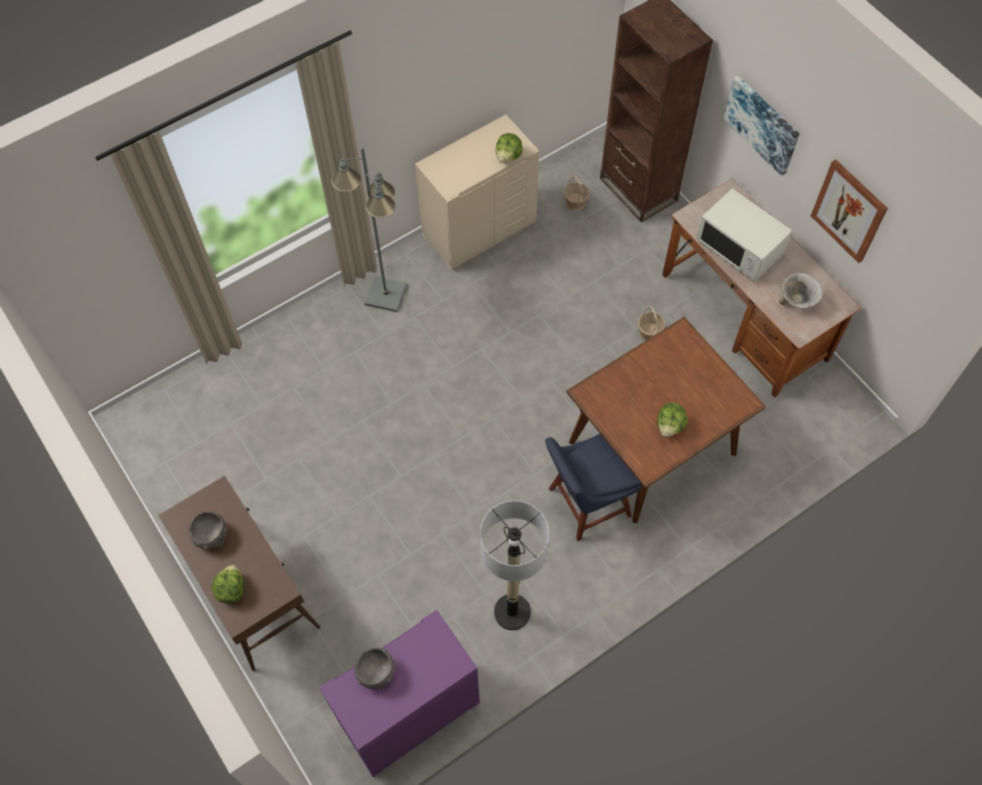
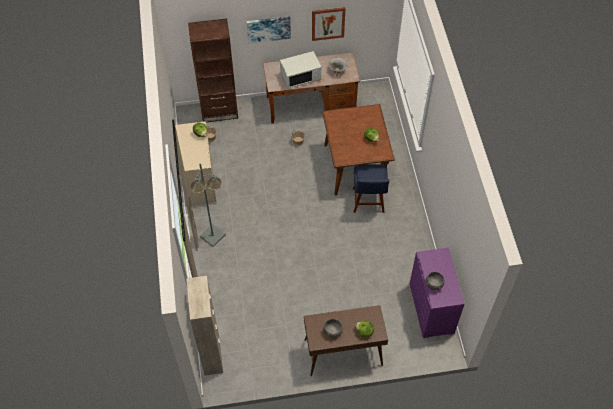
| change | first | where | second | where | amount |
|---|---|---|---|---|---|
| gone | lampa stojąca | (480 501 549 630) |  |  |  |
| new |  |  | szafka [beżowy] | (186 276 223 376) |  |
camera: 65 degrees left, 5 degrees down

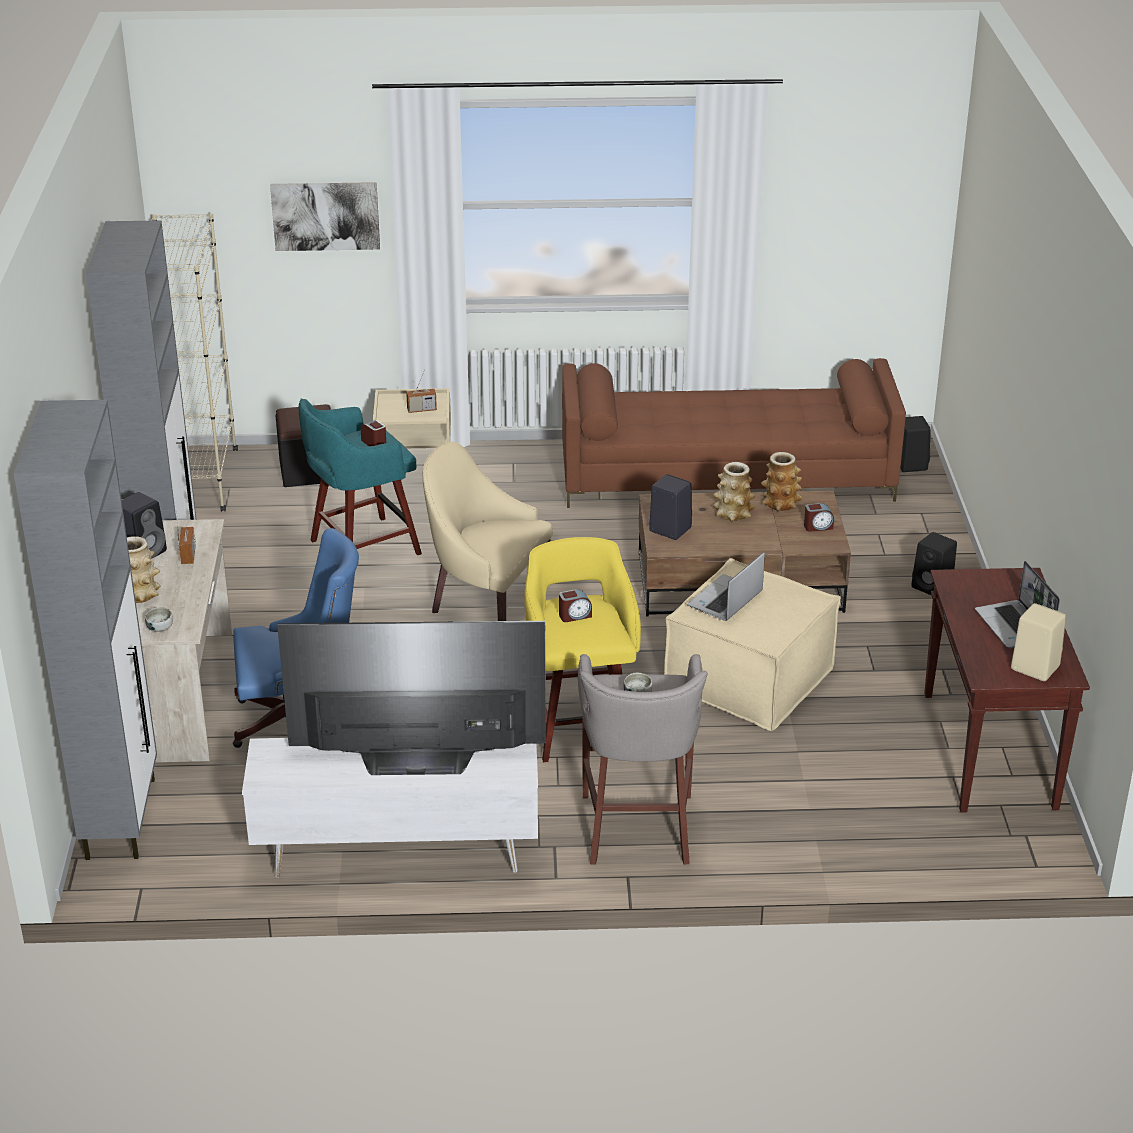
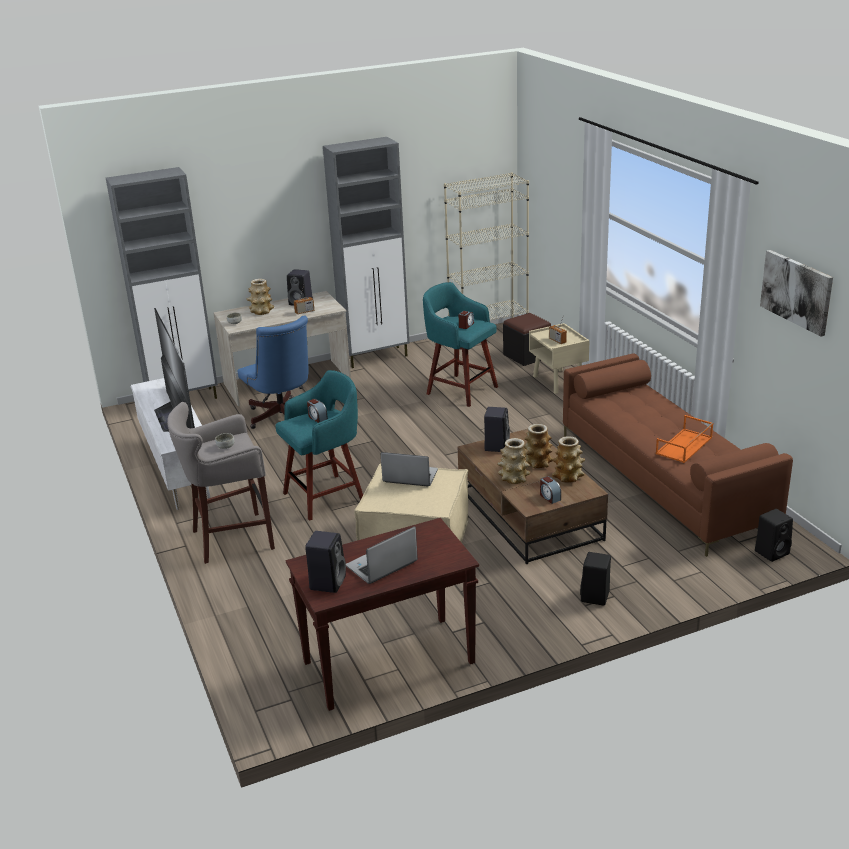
| change | first | where | second | where | amount |
|---|---|---|---|---|---|
| shifted | obraz | (270 182 380 251) |  | (760 250 833 337) |  |
| gone | fotel [beżowy] | (422 442 553 621) |  |  |  |
| repainted | stołek [żółty] | (524 537 641 762) | stołek [turkusowy] | (275 370 363 521) |  |
| repainted | głośnik [beżowy] | (1011 603 1066 681) | głośnik [czarny] | (305 531 346 593) |  |
| new |  |  | wazon | (497 438 530 484) |  |
| new |  |  | taca [pomarańczowy] | (656 415 713 463) |  |
camera: 70 degrees right, 5 degrees down

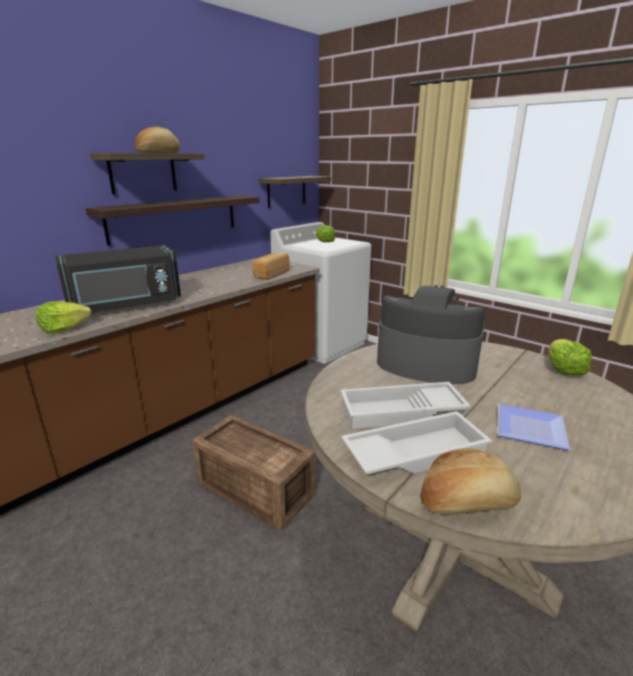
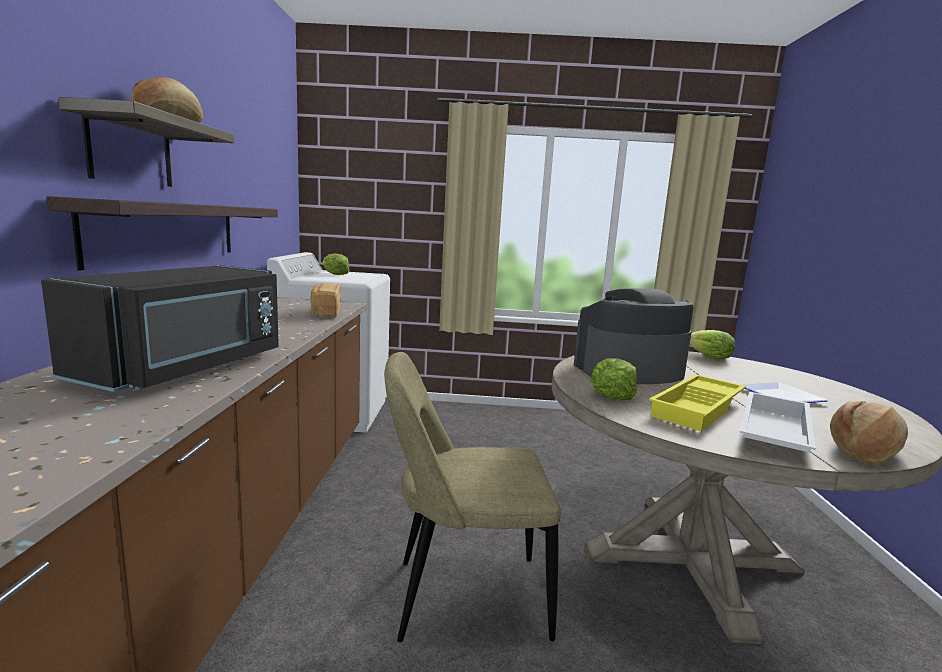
| change | first | where | second | where | amount |
|---|---|---|---|---|---|
| shifted | sałata | (36 301 92 334) |  | (591 358 637 400) |  |
| swapped | skrzynka | (192 415 315 531) | krzesło [beżowy] | (384 352 561 642) |  |
| gone | półka | (259 176 331 208) |  |  |  |
| repainted | taca [biały] | (340 382 471 429) | taca [żółty] | (649 374 746 431) |  |
camera: 40 degrees left, 10 degrees down

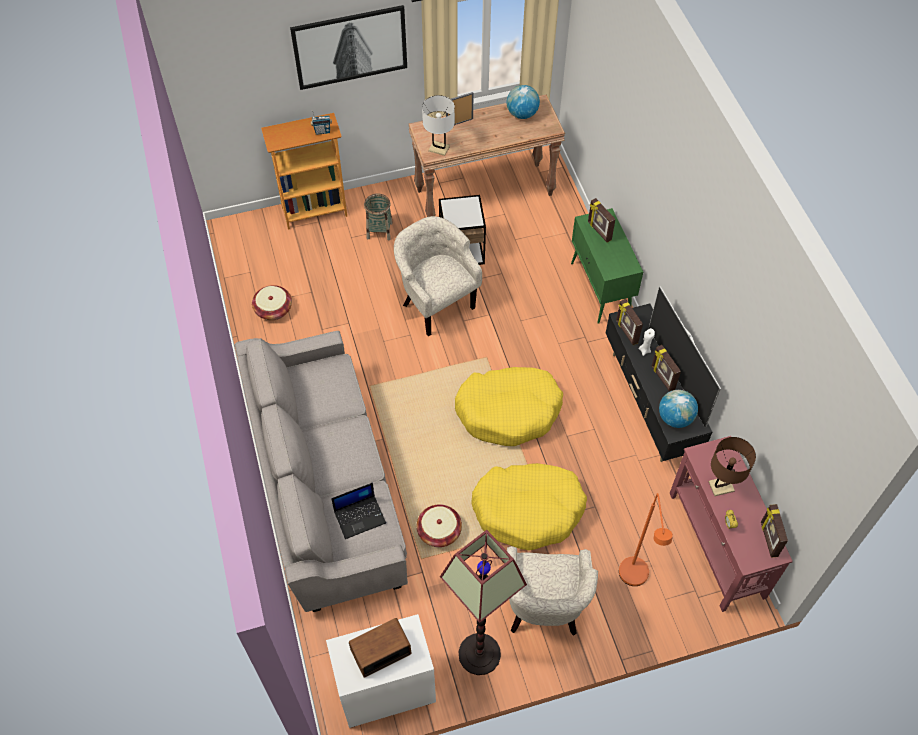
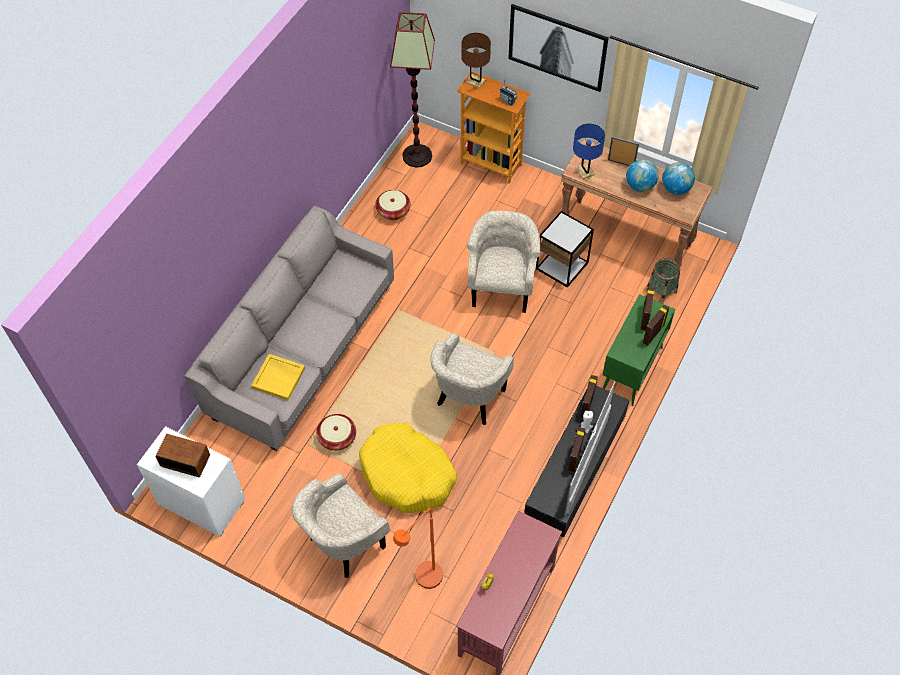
| change | first | where | second | where | amount |
|---|---|---|---|---|---|
| swapped | laptop | (331 483 386 539) | taca [żółty] | (251 354 305 400) |  |
| shifted | koszyk | (364 193 393 241) |  | (645 258 680 304) |  |
| repainted | lampa stołowa [biały] | (422 95 455 156) | lampa stołowa [niebieski] | (573 124 605 179) |  |
| shifted | lampa stojąca | (440 530 527 675) |  | (390 12 435 168) |  |
| swapped | legowisko [żółty] | (455 367 563 446) | fotel [beżowy] | (430 333 514 425) |  |
| shifted | globus | (659 390 698 428) |  | (626 159 659 192) |  |
| shifted | lampa stołowa [brązowy] | (709 437 756 496) |  | (461 33 491 88) |  |
| shifted | ramka na zdjęcie | (761 504 788 558) |  | (643 305 669 346) |  |
camera: 45 degrees right, 0 degrees up

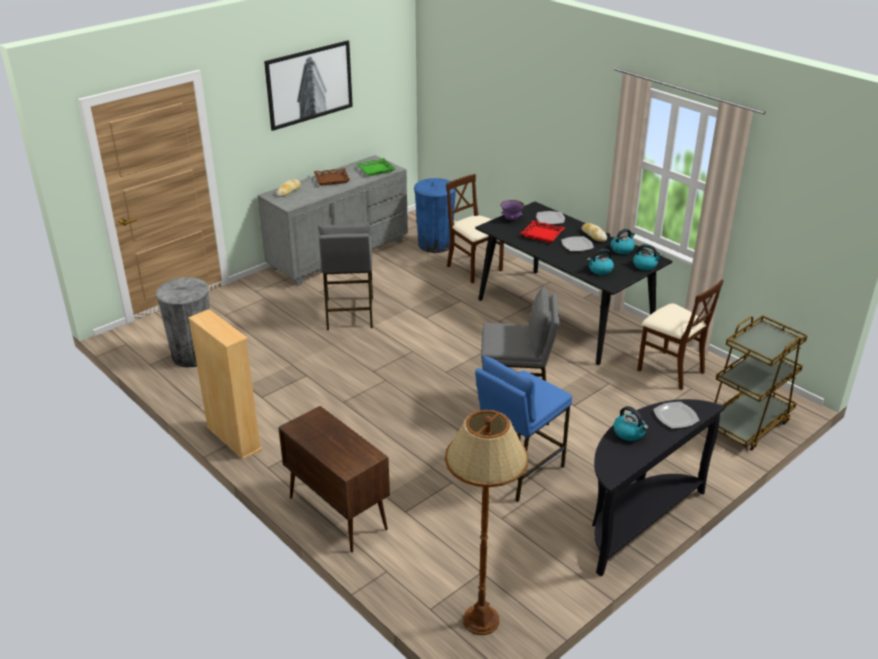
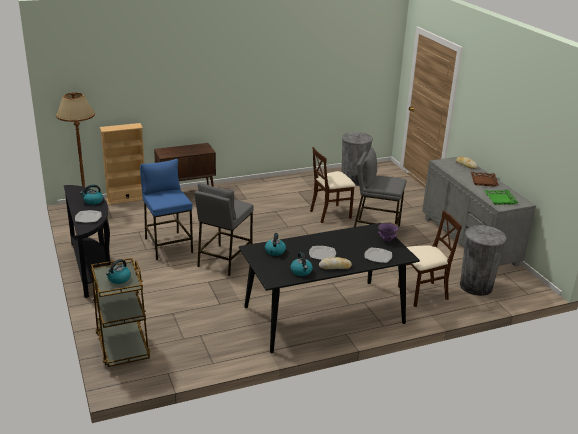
| change | first | where | second | where | amount |
|---|---|---|---|---|---|
| shifted | regał [beżowy] | (188 309 263 459) |  | (100 123 145 205) |  |
| gone | obraz | (264 40 353 131) |  |  |  |
| repainted | kosz na śmieci [niebieski] | (414 178 457 253) | kosz na śmieci [szary] | (460 225 506 296) |  |
| gone | taca [czerwony] | (520 220 565 243) |  |  |  |
| shifted | czajnik | (633 244 663 270) |  | (106 259 131 284) |  |
| shifted | krzesło [beżowy] | (637 280 724 390) |  | (310 147 356 223) |  |
camera: 110 degrees right, 5 degrees down

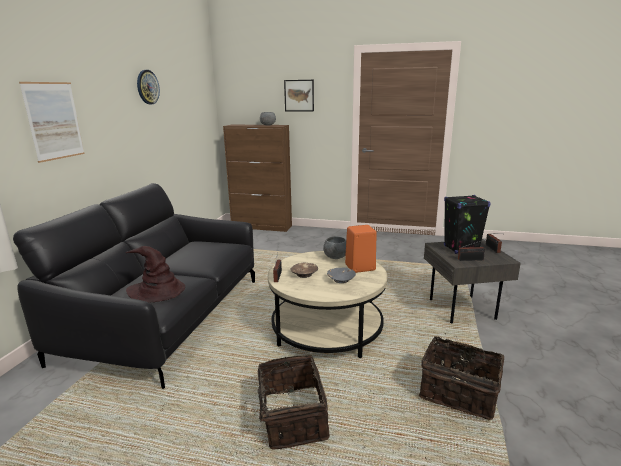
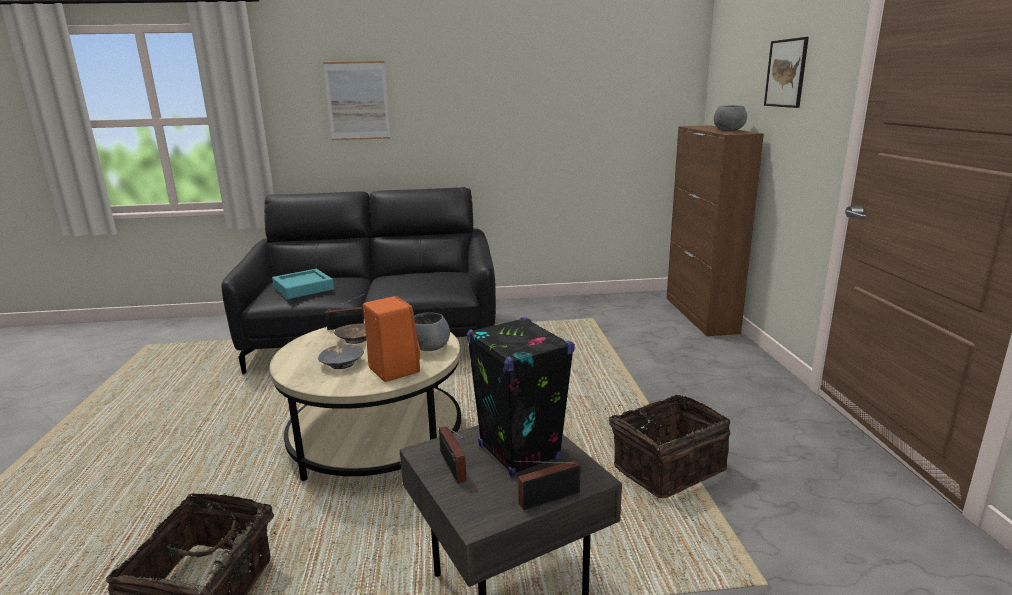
| change | first | where | second | where | amount |
|---|---|---|---|---|---|
| swapped | kapelusz [brązowy] | (126 246 185 303) | taca [turkusowy] | (272 269 334 299) |  |
| gone | zegar ścienny | (137 70 160 104) |  |  |  |
| shifted | koszyk | (244 355 330 450) |  | (605 395 730 498) |  |
camera: 70 degrees right, 0 degrees up

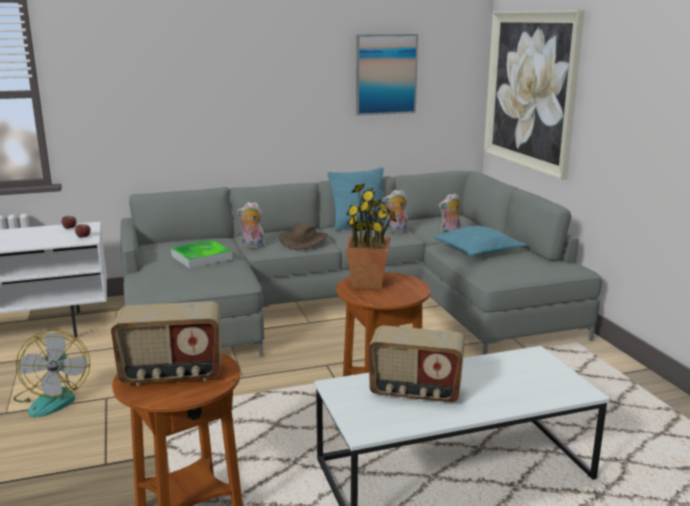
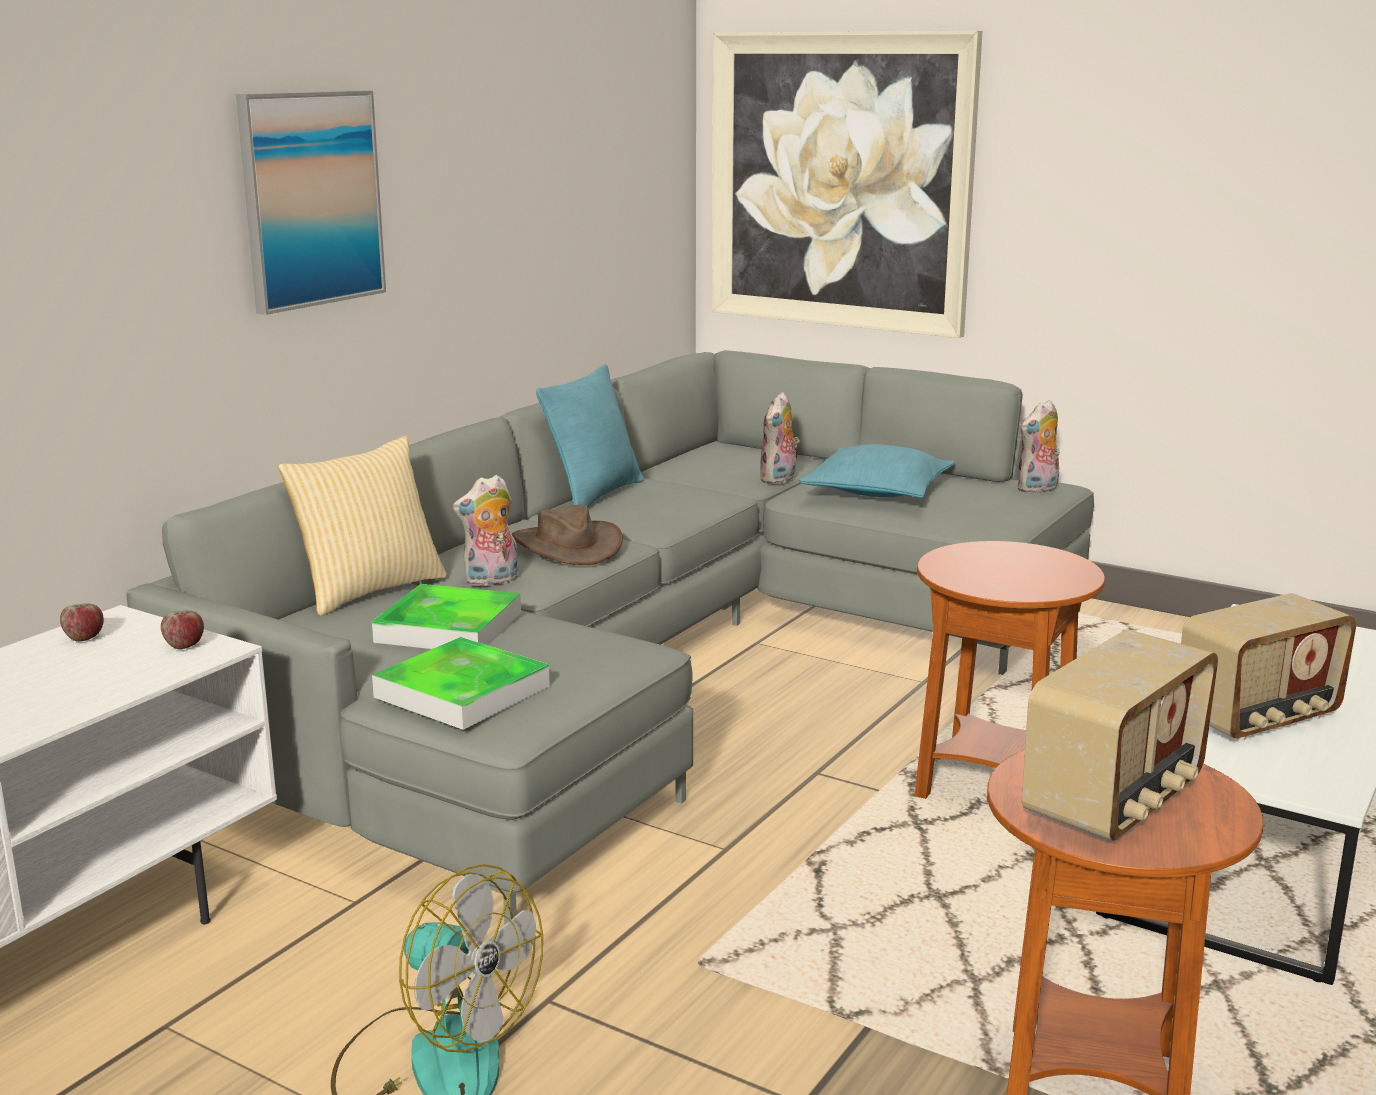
| change | first | where | second | where | amount |
|---|---|---|---|---|---|
| gone | roślina doniczkowa | (346 184 397 289) |  |  |  |
| shifted | obraz | (356 34 418 116) |  | (236 90 386 315) |  |
| shifted | pluszak | (382 190 408 233) |  | (1017 400 1060 494) |  |
| new |  |  | poduszka | (278 435 447 616) |  |
| new |  |  | taca | (372 637 550 730) |  |
camera: 40 degrees left, 0 degrees up

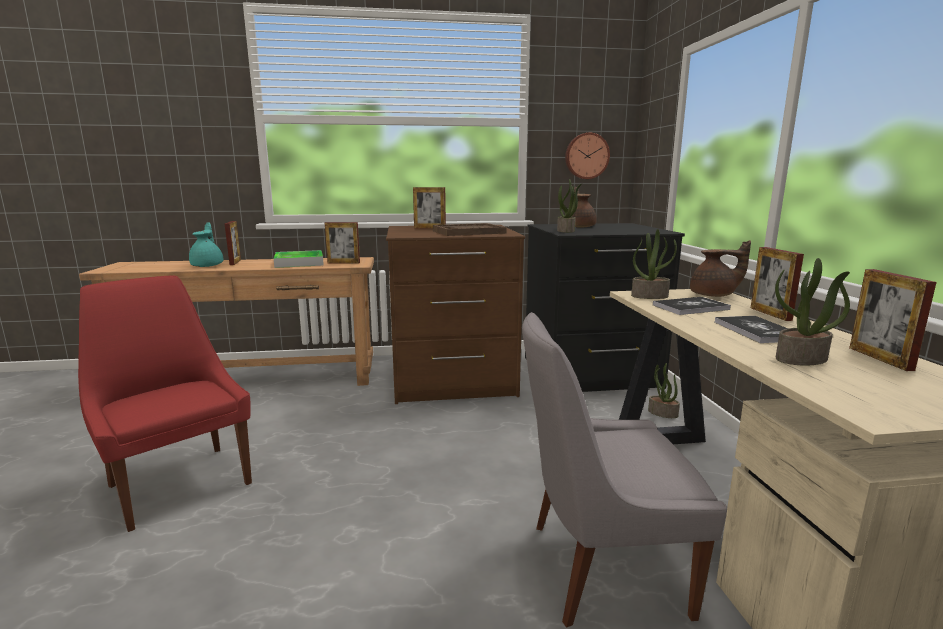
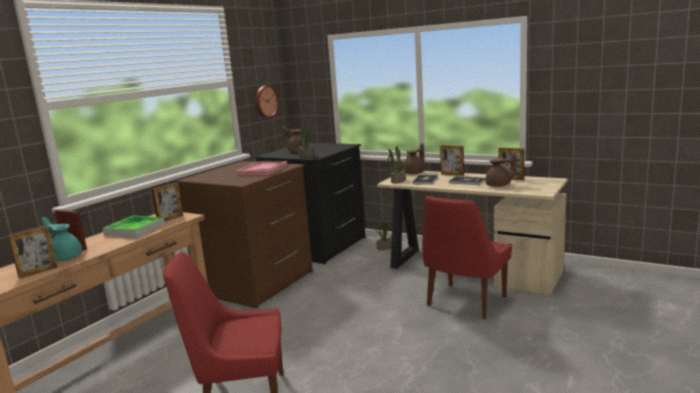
| change | first | where | second | where | amount |
|---|---|---|---|---|---|
| shifted | ramka na zdjęcie | (413 187 446 229) |  | (8 226 58 279) |  |
| repainted | taca [brązowy] | (433 223 507 236) | taca [różowy] | (236 161 287 176) |  |
| repainted | krzesło [szary] | (522 312 727 627) | krzesło [czerwony] | (422 196 512 319) |  |
| swapped | roślina doniczkowa | (775 258 850 366) | imbryk [brązowy] | (486 153 517 187) |  |
camera: 50 degrees left, 0 degrees up

